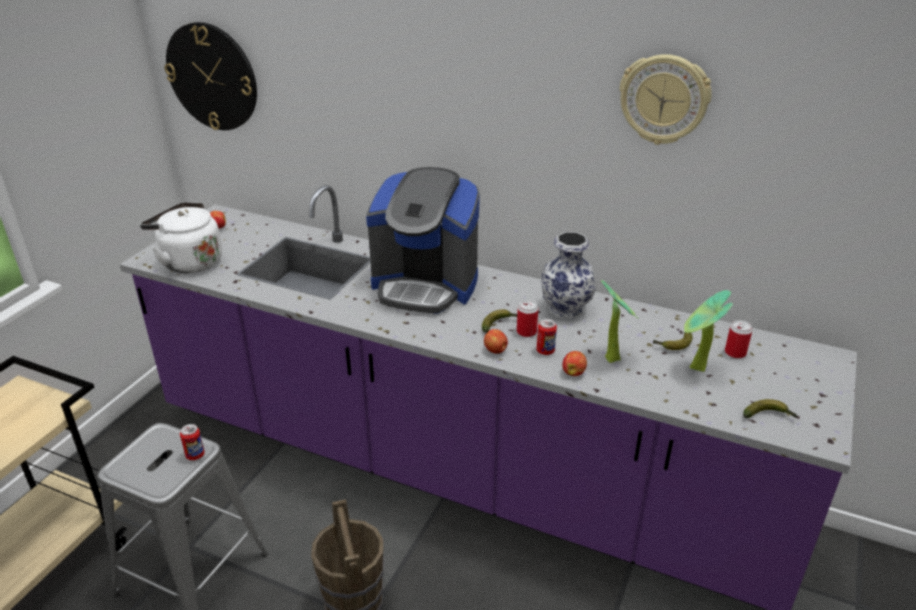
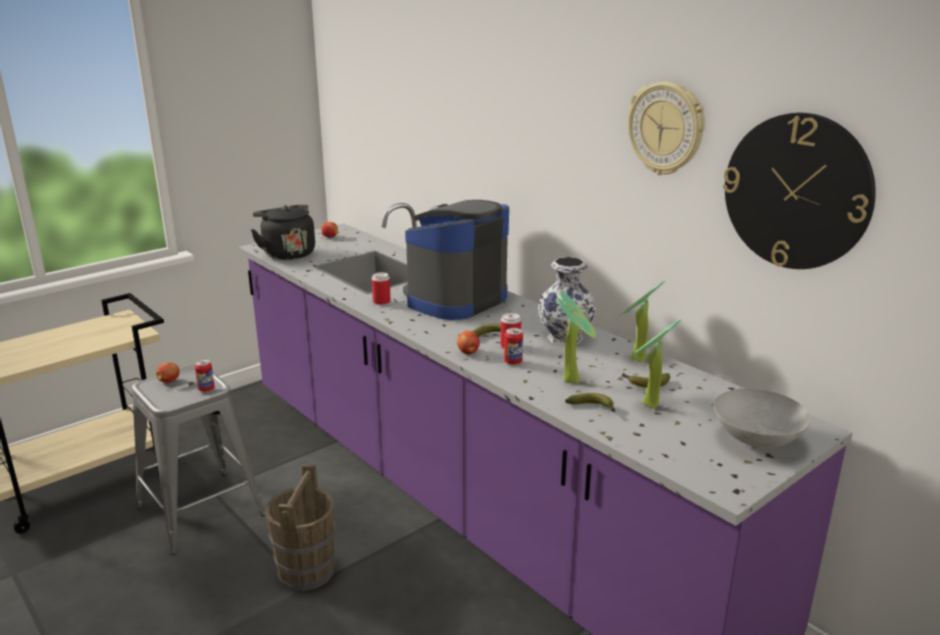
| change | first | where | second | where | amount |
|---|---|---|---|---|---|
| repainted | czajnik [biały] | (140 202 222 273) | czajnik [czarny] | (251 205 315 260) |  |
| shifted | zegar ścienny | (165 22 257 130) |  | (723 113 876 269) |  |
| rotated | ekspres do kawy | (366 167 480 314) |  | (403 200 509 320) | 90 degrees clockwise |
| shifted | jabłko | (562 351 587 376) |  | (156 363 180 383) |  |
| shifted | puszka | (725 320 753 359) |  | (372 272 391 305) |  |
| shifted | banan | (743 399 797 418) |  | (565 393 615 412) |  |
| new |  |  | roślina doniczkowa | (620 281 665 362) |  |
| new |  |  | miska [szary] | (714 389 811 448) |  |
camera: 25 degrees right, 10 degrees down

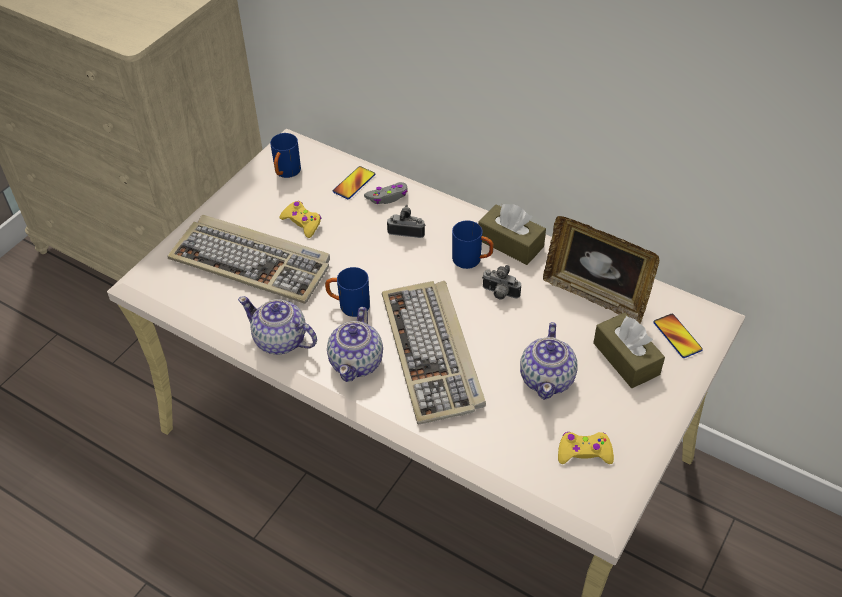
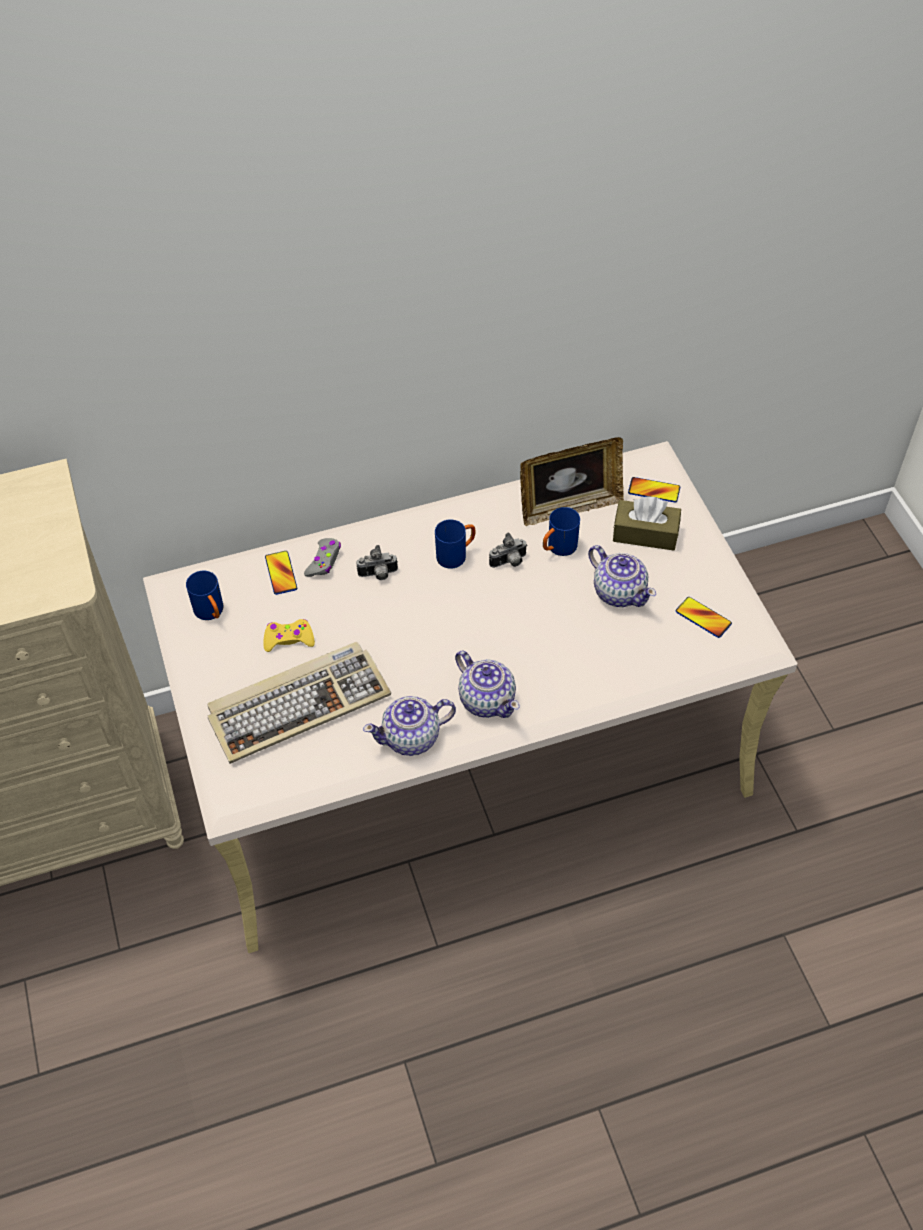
| change | first | where | second | where | amount |
|---|---|---|---|---|---|
| shifted | kubek [niebieski] | (325 267 370 317) |  | (543 507 580 556) |  |
| gone | klawiatura | (382 281 486 424) |  |  |  |
| rotated | aparat fotograficzny | (387 205 425 238) |  | (356 545 398 580) | 150 degrees counterclockwise |
| gone | pudełko chusteczek [brązowy] | (478 204 546 265) |  |  |  |
| swapped | pad do gier [żółty] | (558 432 614 464) | telefon | (676 597 732 638) |  |
camera: 50 degrees left, 5 degrees up

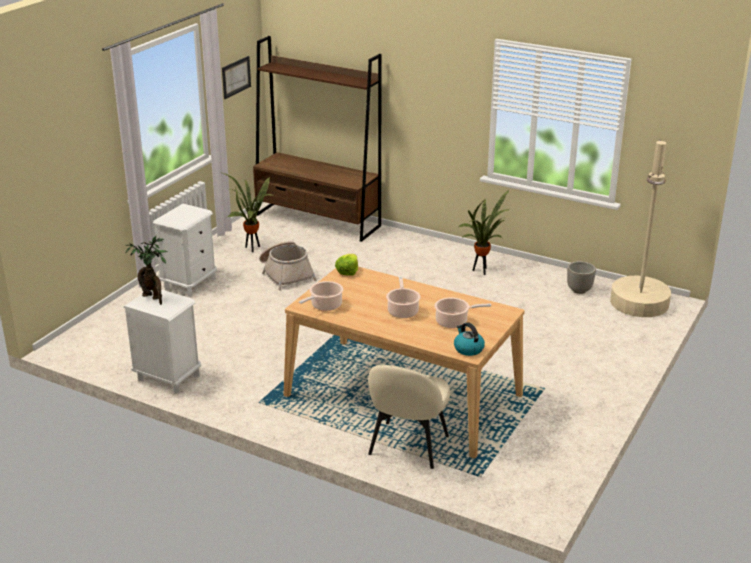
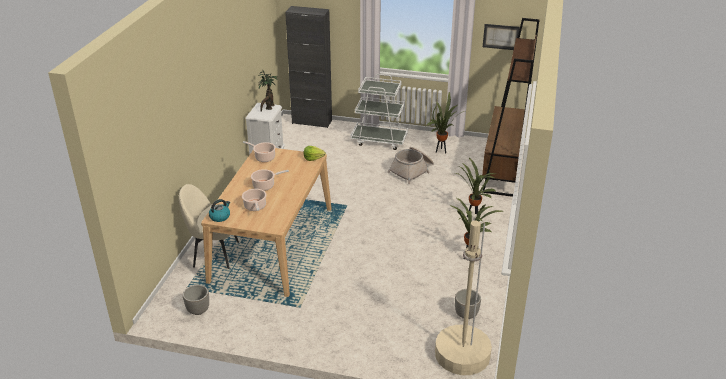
| change | first | where | second | where | amount |
|---|---|---|---|---|---|
| swapped | szafka nocna [biały] | (153 204 217 297) | wózek [biały] | (350 74 408 150) |  |
| new |  |  | donica | (183 285 209 315) |  |
| new |  |  | szafka [czarny] | (285 6 332 128) |  |
| new |  |  | roślina doniczkowa | (455 158 497 217) |  |
camera: 75 degrees right, 5 degrees up

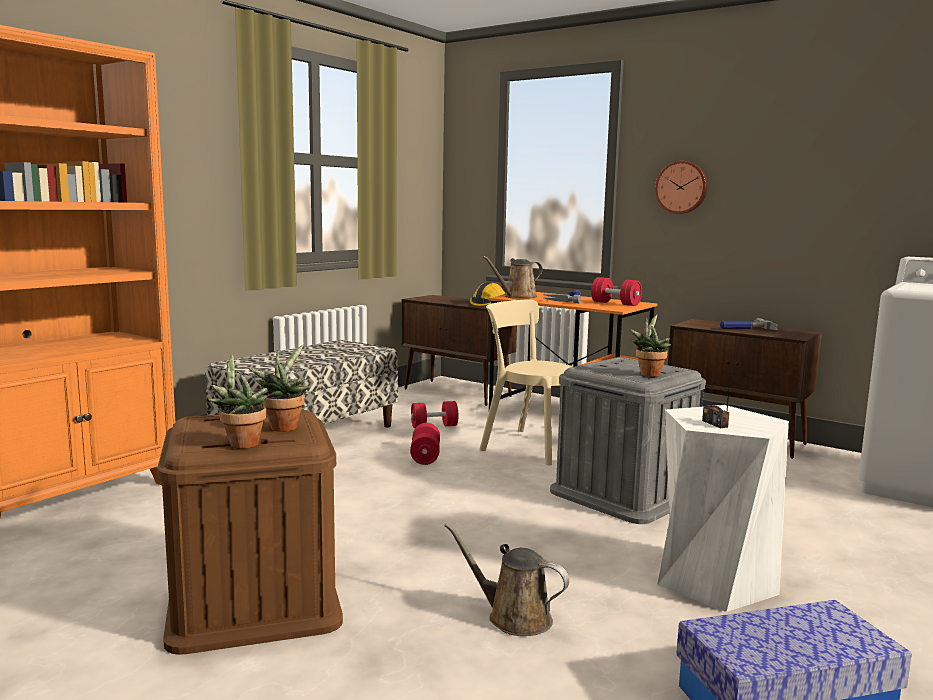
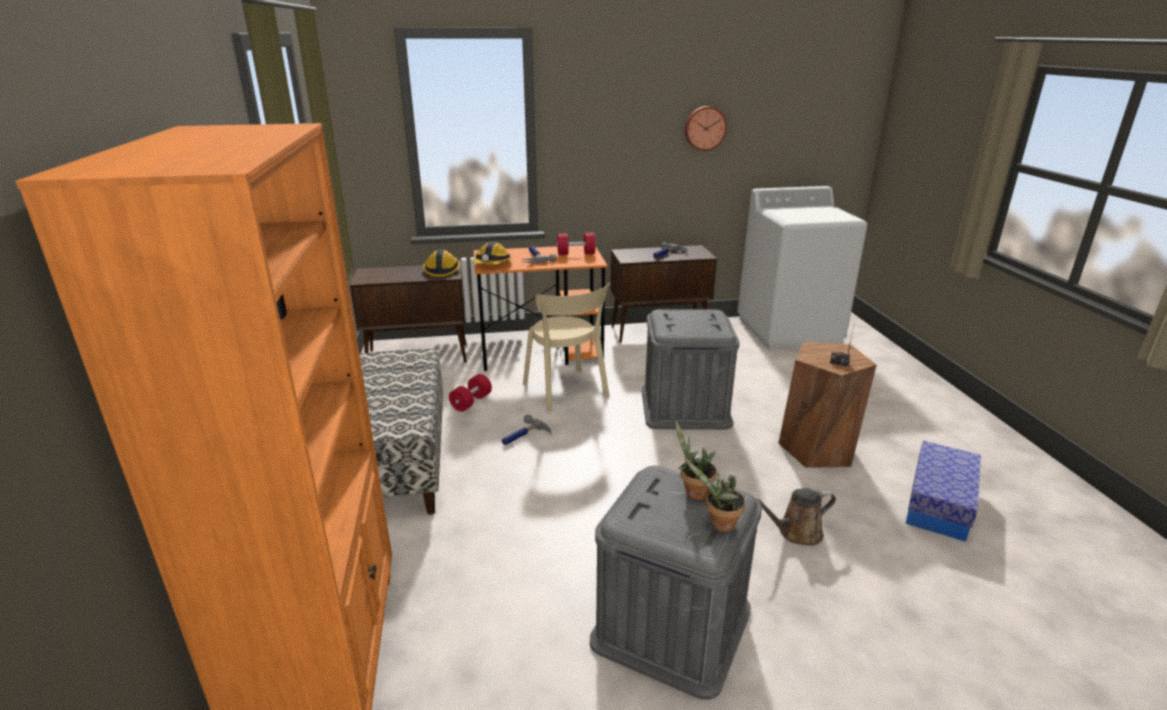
| change | first | where | second | where | amount |
|---|---|---|---|---|---|
| repainted | pojemnik do przechowywania [brązowy] | (158 410 343 655) | pojemnik do przechowywania [szary] | (590 466 762 700) |  |
| swapped | hantel [czerwony] | (410 423 440 465) | młotek | (502 415 551 445) |  |
| rotated | krzesło [beżowy] | (479 299 573 465) |  | (523 282 610 412) | 105 degrees counterclockwise |
| swapped | konewka [brązowy] | (482 256 543 298) | kask | (474 242 512 265) |  |
| gone | roślina doniczkowa | (630 314 671 377) |  |  |  |
| shifted | zegar ścienny | (655 161 708 214) |  | (685 106 727 151) |  |
| repainted | stołek [biały] | (657 405 789 612) | stołek [brązowy] | (778 342 877 468) |  |
camera: 45 degrees left, 15 degrees up

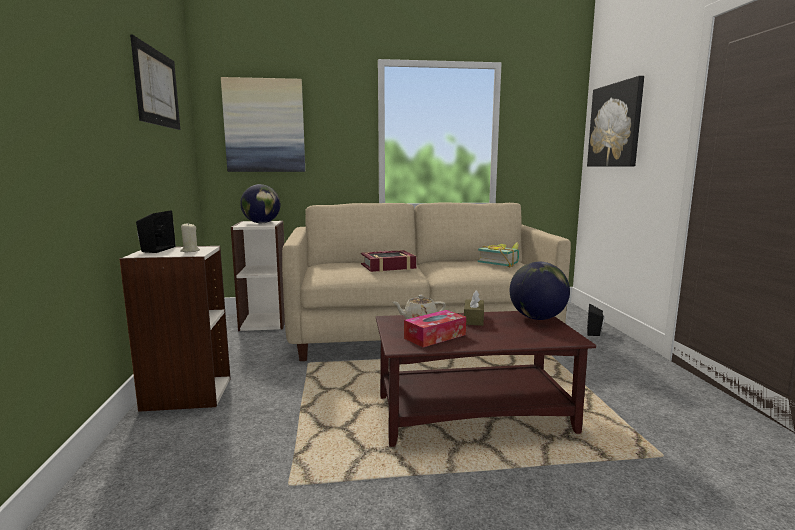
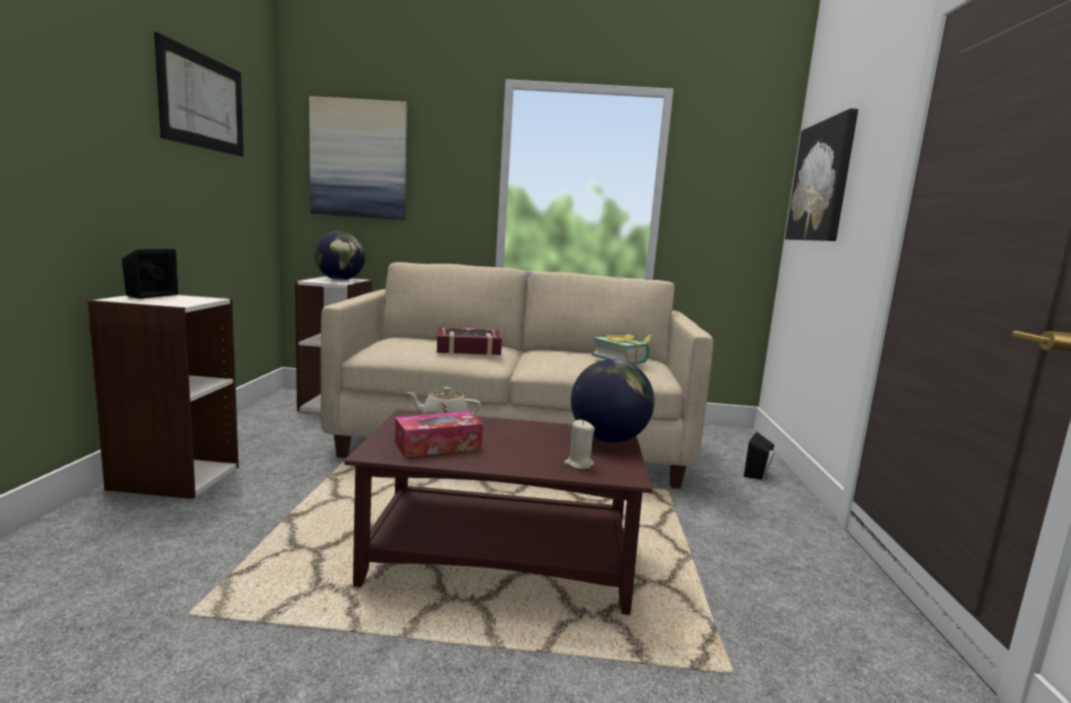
| change | first | where | second | where | amount |
|---|---|---|---|---|---|
| shifted | świeca [beżowy] | (180 224 200 252) |  | (564 420 595 469) |  |
| gone | pudełko chusteczek [brązowy] | (464 290 484 326) |  |  |  |
camera: 10 degrees right, 0 degrees up

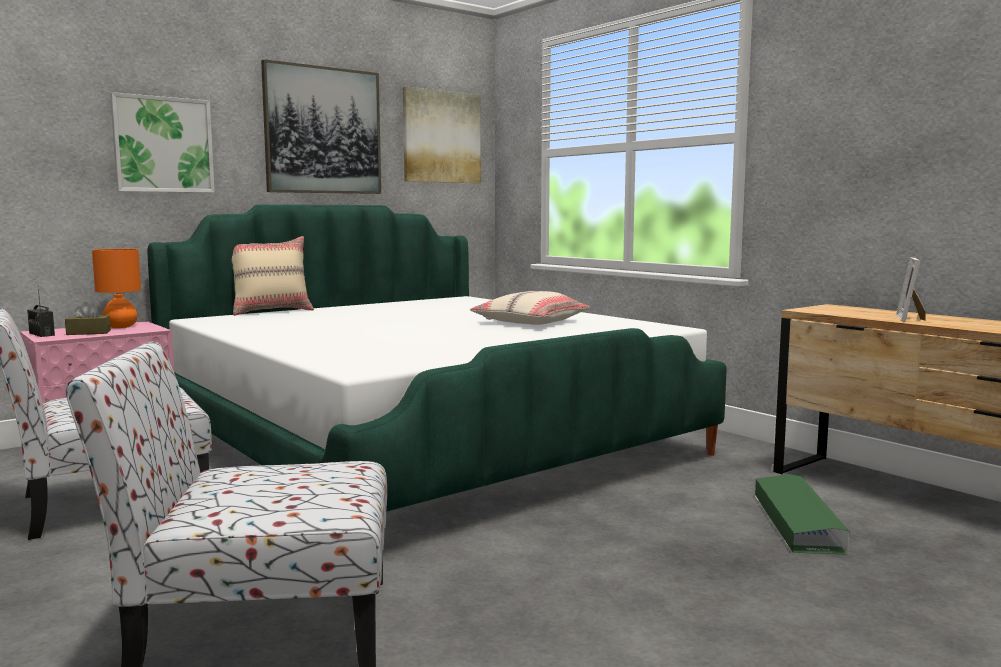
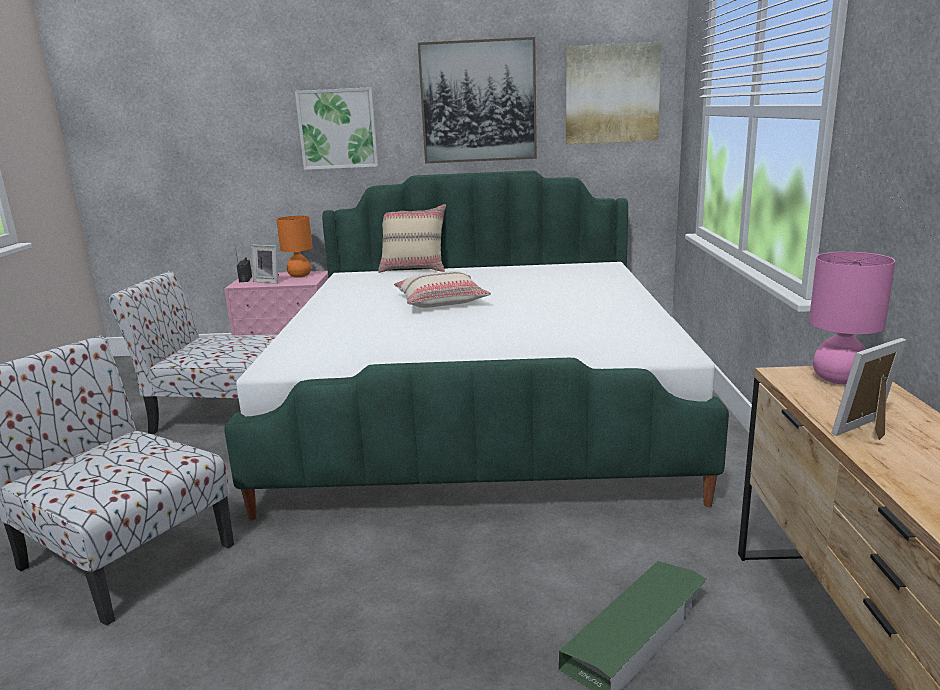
| change | first | where | second | where | amount |
|---|---|---|---|---|---|
| swapped | pudełko chusteczek [brązowy] | (65 302 111 335) | ramka na zdjęcie | (251 245 279 284) |  |
| shifted | poduszka [beżowy] | (470 291 590 325) |  | (394 271 491 308) |  |
| new |  |  | lampa stołowa [różowy] | (809 252 895 384) |  |
camera: 40 degrees right, 10 degrees up

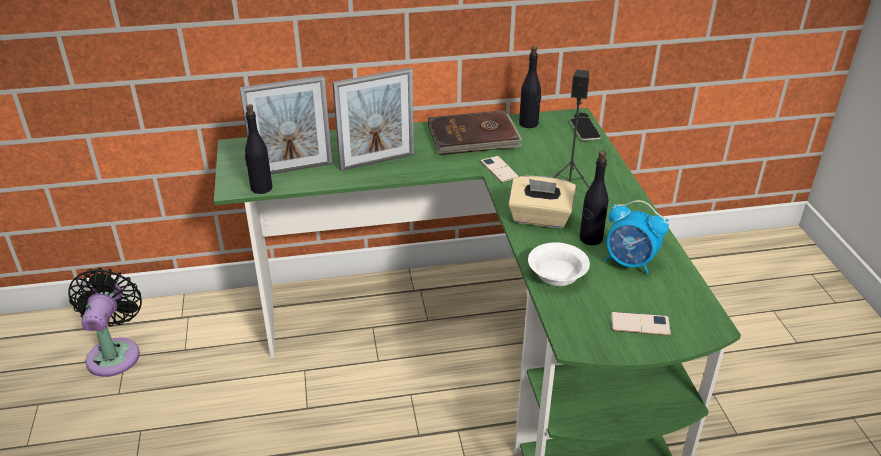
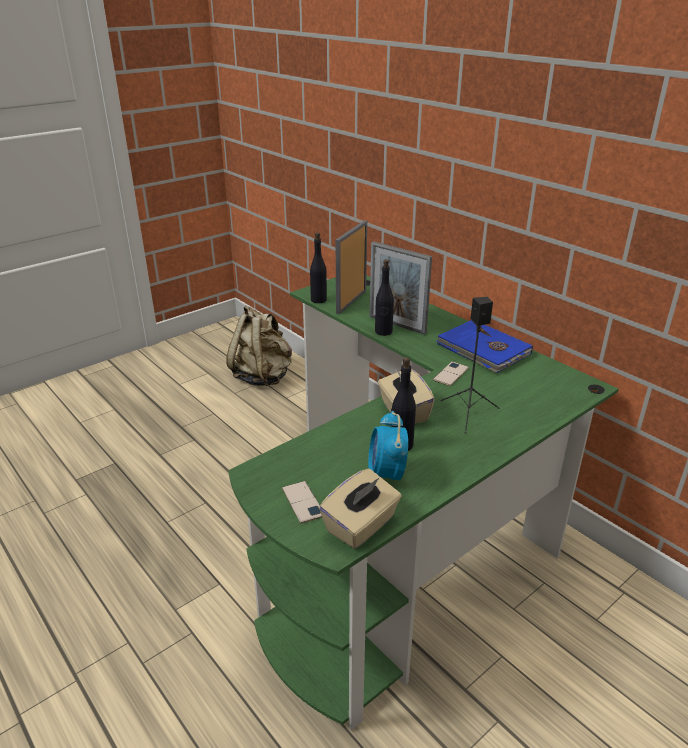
| change | first | where | second | where | amount |
|---|---|---|---|---|---|
| swapped | wentylator [czarny] | (68 268 142 377) | plecak [beżowy] | (226 306 292 386) |  |
| rotated | ramka na zdjęcie | (240 76 332 174) |  | (336 220 367 314) | 75 degrees clockwise |
| repainted | książka [brązowy] | (428 110 522 155) | książka [niebieski] | (436 320 533 373) |  |
| shifted | butelka [czarny] | (519 46 541 128) |  | (375 259 394 336) |  |
| gone | miska [biały] | (528 242 590 286) |  |  |  |
| gone | telefon | (570 117 601 140) |  |  |  |
| new |  |  | pudełko chusteczek [beżowy] | (319 468 402 549) |  |
camera: 60 degrees right, 5 degrees down

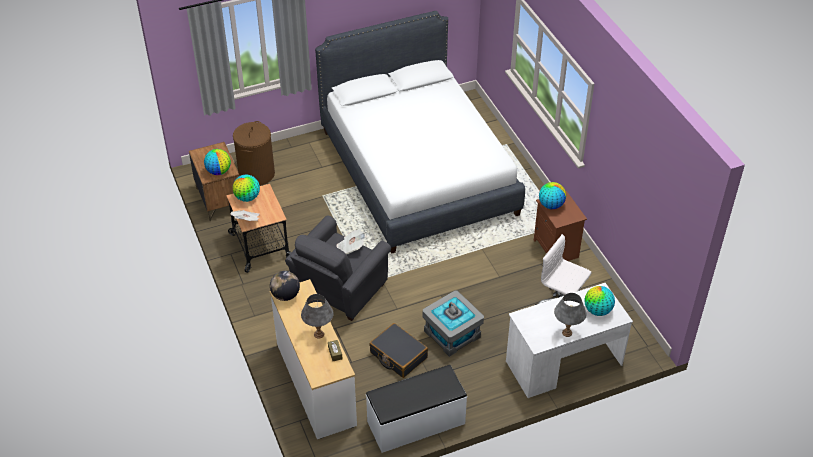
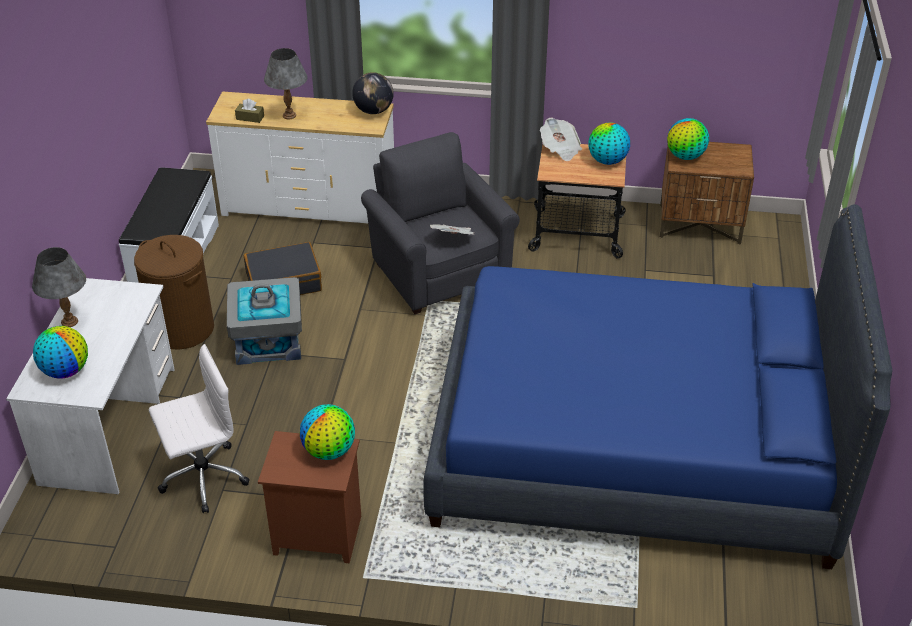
| change | first | where | second | where | amount |
|---|---|---|---|---|---|
| shifted | kosz na pranie [brązowy] | (233 121 275 186) |  | (134 235 214 350) |  |
| repainted | łóżko [biały] | (315 11 525 254) | łóżko [niebieski] | (423 204 893 569) |  |
camera: 120 degrees right, 5 degrees down

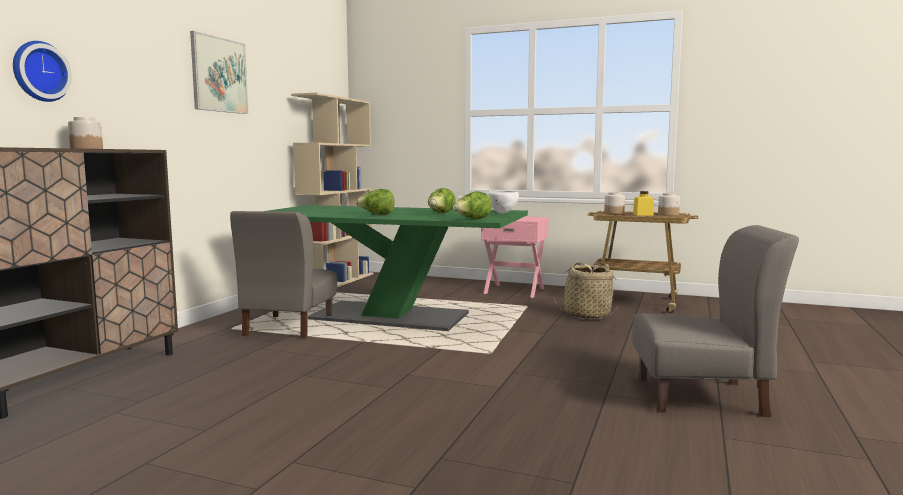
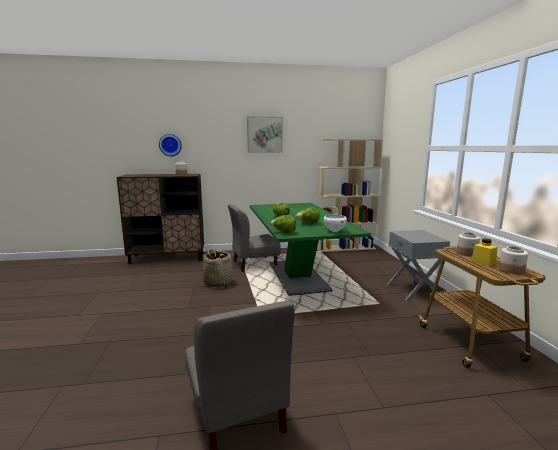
| change | first | where | second | where | amount |
|---|---|---|---|---|---|
| repainted | szafka nocna [różowy] | (481 217 549 298) | szafka nocna [szary] | (387 230 450 300) |  |
| shifted | koszyk | (554 262 617 319) |  | (203 249 233 287) |  |
camera: 60 degrees right, 5 degrees up

